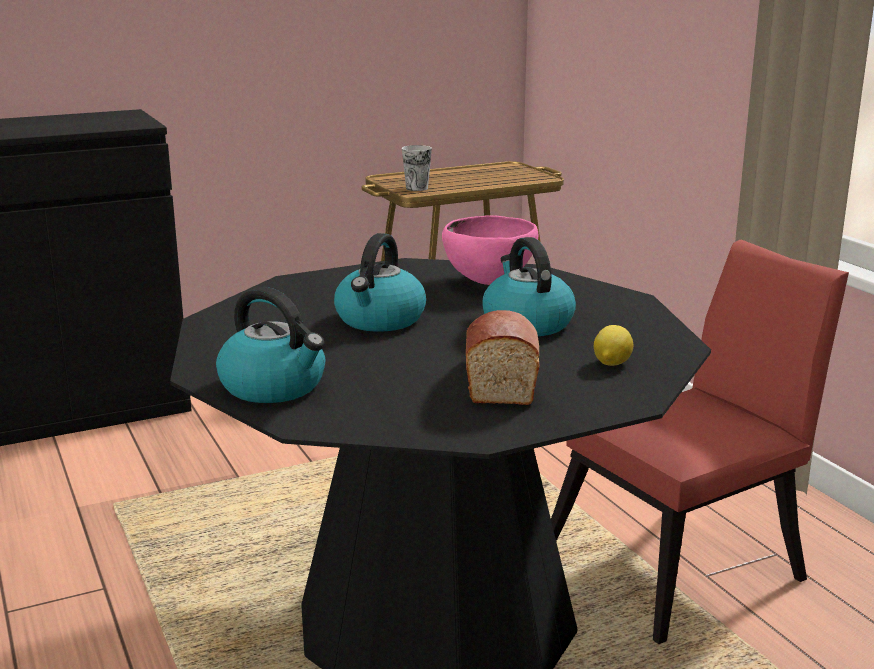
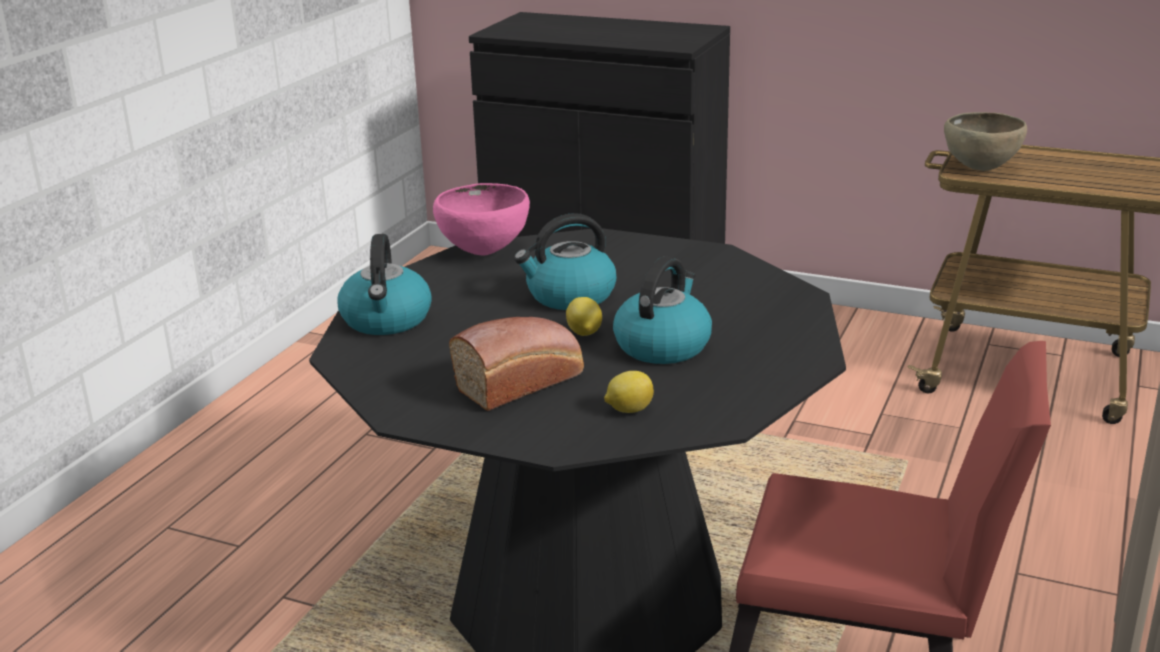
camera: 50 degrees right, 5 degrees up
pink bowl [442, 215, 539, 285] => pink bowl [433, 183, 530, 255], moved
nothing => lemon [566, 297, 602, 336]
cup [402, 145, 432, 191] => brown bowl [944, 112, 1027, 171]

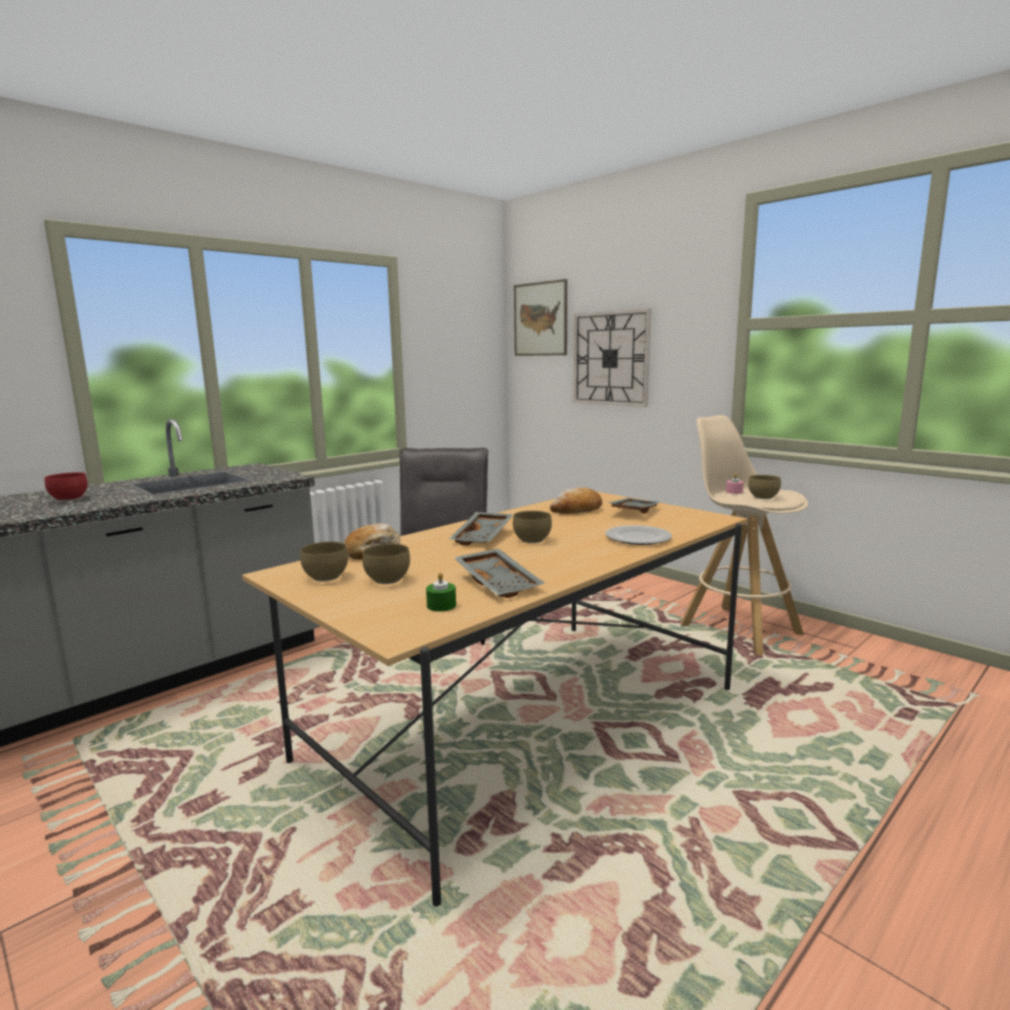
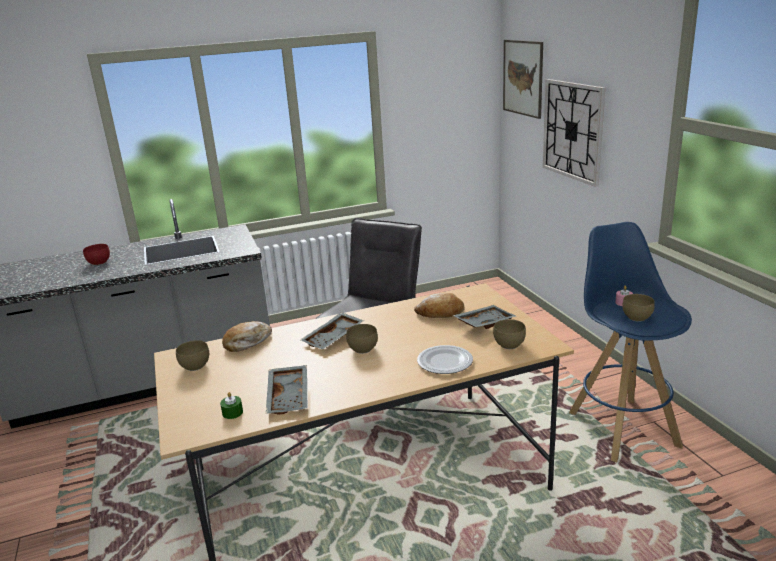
camera: 25 degrees right, 10 degrees up
brown bowl [362, 544, 410, 584] => brown bowl [493, 319, 526, 349], moved
beige stool [680, 415, 808, 655] => blue stool [569, 222, 692, 462]

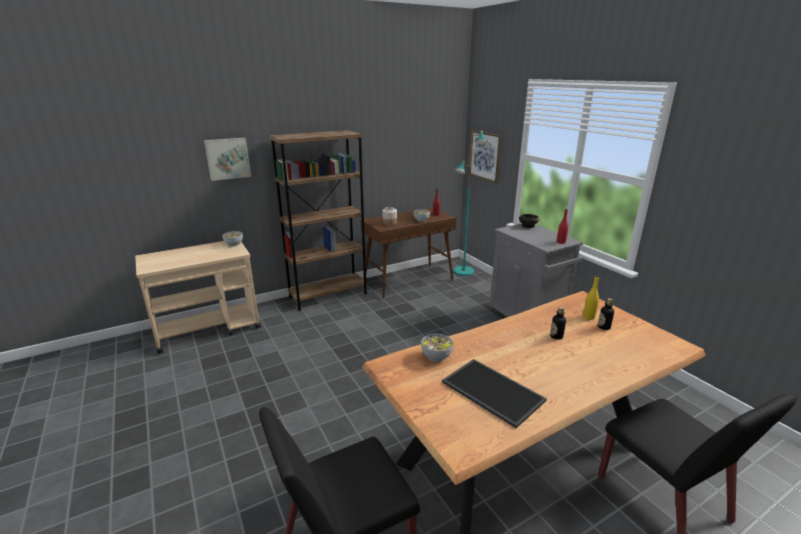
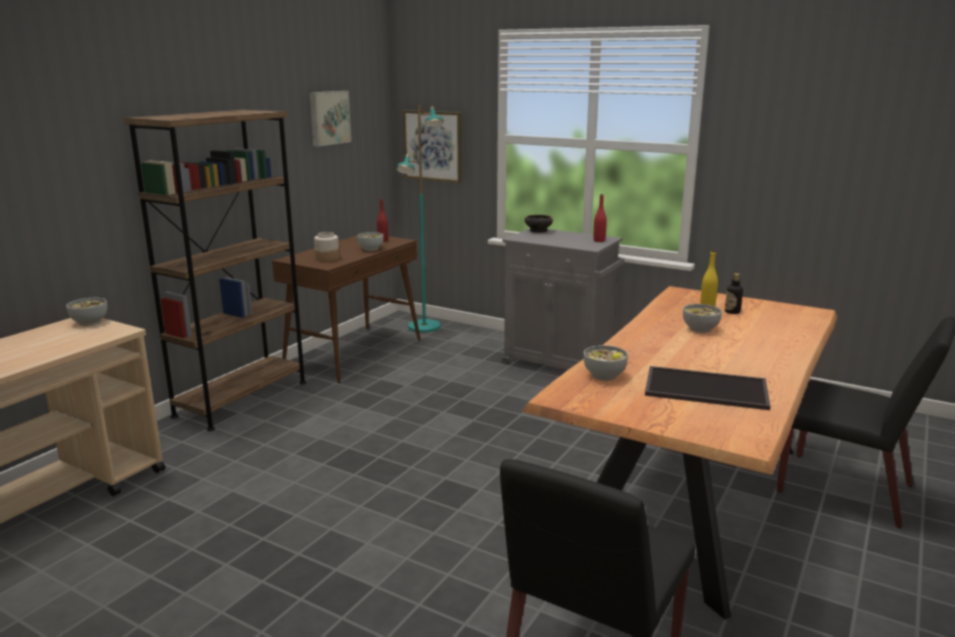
camera: 30 degrees left, 5 degrees down
picture [204, 138, 251, 181] => picture [309, 91, 351, 146], moved
bottle [550, 307, 566, 340] => bowl [683, 304, 722, 333]

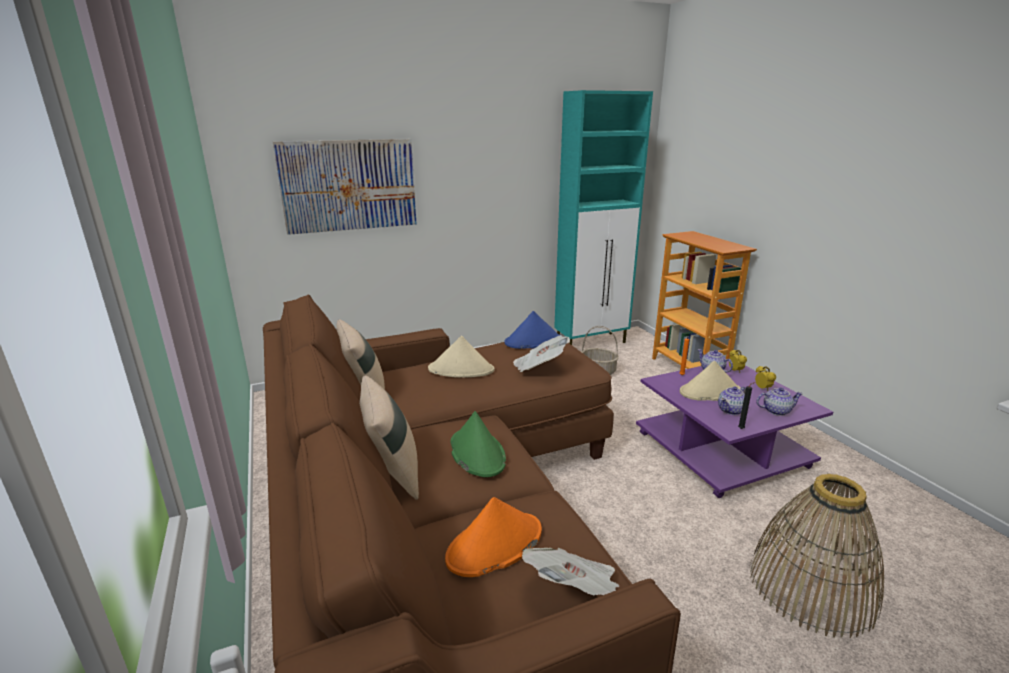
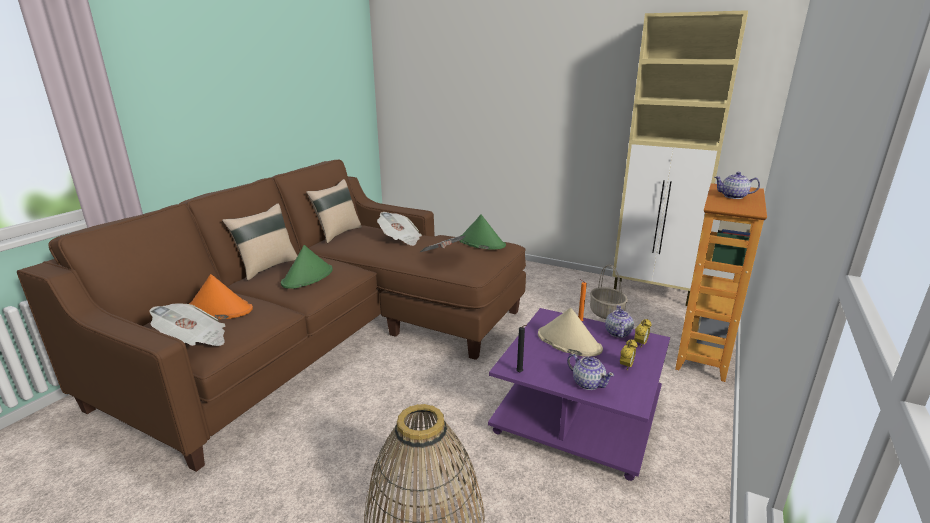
camera: 50 degrees right, 0 degrees up
beige hat [428, 336, 495, 378] => newspaper [377, 212, 422, 246]
blue hat [504, 311, 560, 349] => green hat [460, 215, 506, 250]
turquoise cabinet [554, 90, 653, 345] => beige cabinet [612, 10, 748, 306]
teapot [718, 387, 746, 415] => teapot [715, 172, 760, 199], moved
picture [273, 139, 417, 235] => nothing

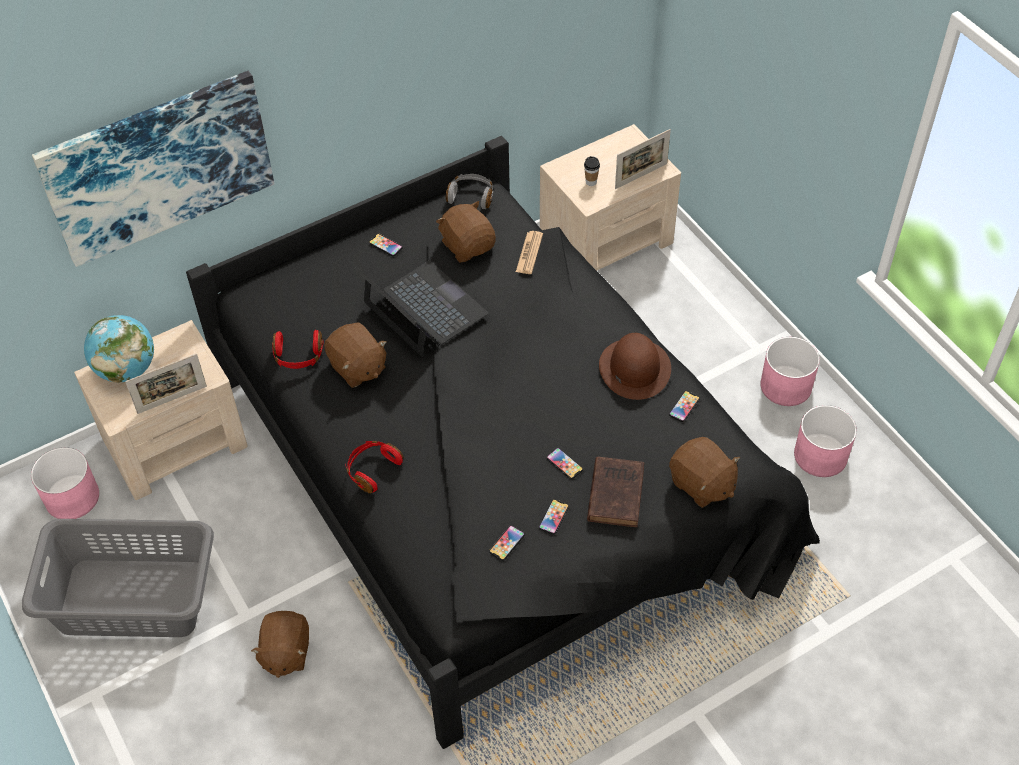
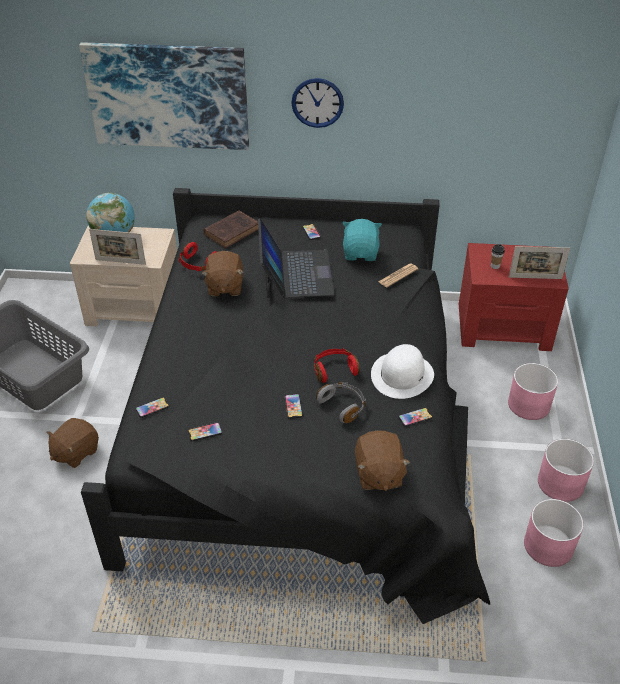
camera: 35 degrees right, 10 degrees down
phone [539, 499, 569, 535] => phone [136, 397, 169, 418], moved
brown book [587, 456, 644, 527] => brown book [204, 210, 258, 248], moved
nothing => wall clock [291, 78, 344, 128]
red headphones [345, 441, 404, 493] => red headphones [314, 348, 360, 383], moved
grey headphones [446, 174, 493, 209] => grey headphones [316, 382, 366, 424], moved
brown plush toy [436, 201, 496, 262] => turquoise plush toy [342, 219, 382, 261]
brown hat [599, 333, 671, 400] => white hat [371, 344, 434, 399]
beige nightstand [540, 124, 681, 271] => red nightstand [459, 243, 569, 351]
pink planter [31, 447, 99, 519] => pink planter [508, 363, 558, 420], moved

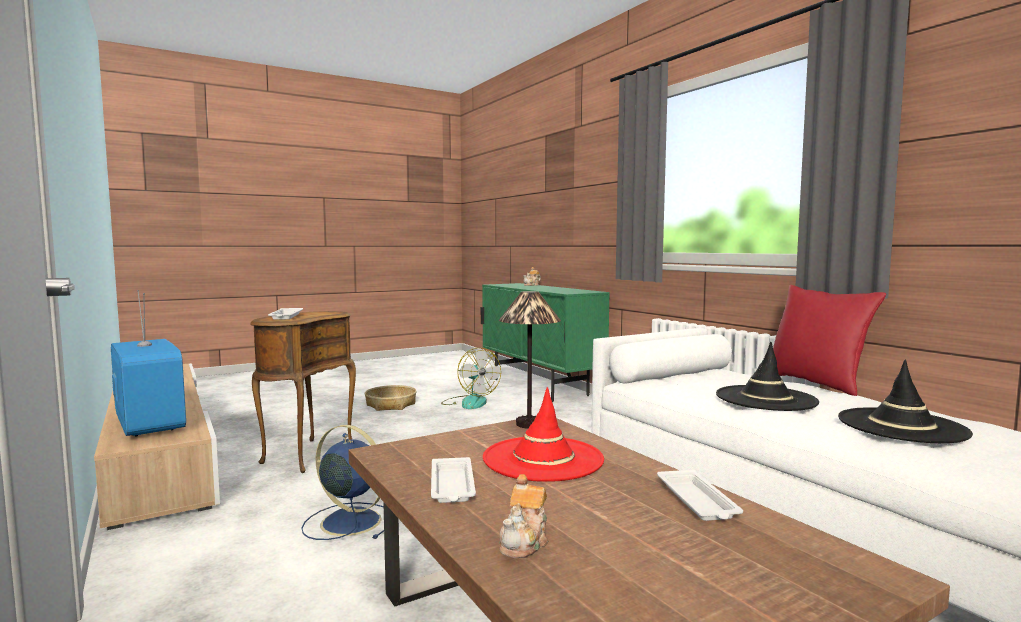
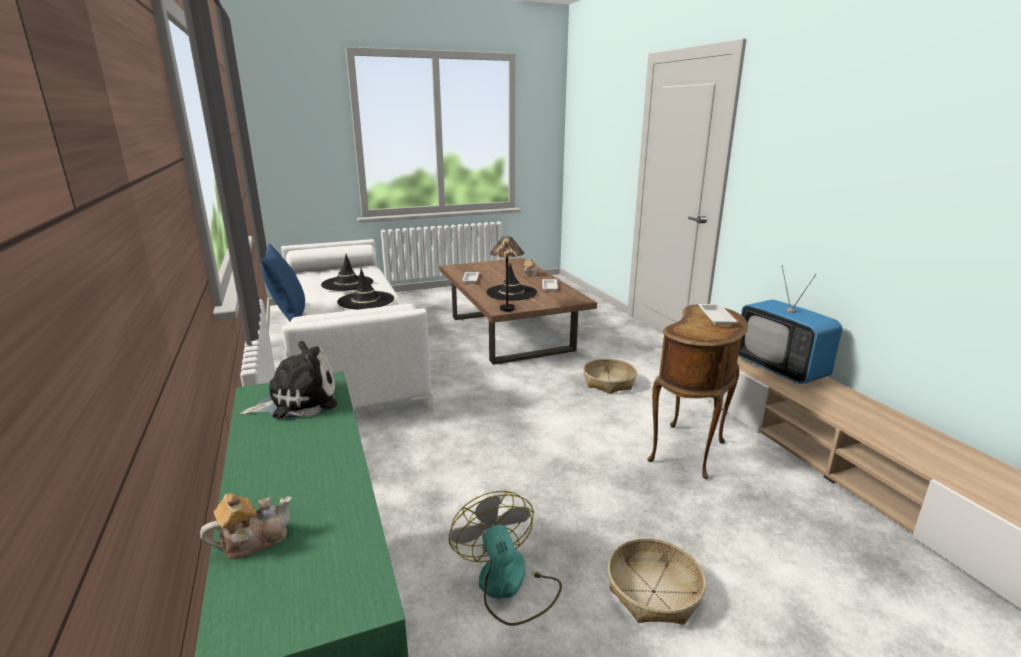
camera: 170 degrees left, 15 degrees up
nothing => plush toy [240, 341, 337, 419]
red pillow [773, 285, 886, 396] => blue pillow [261, 244, 305, 322]
red hat [483, 387, 604, 482] => black hat [486, 263, 537, 300]
blue fan [302, 425, 384, 540] => basket [583, 359, 637, 394]

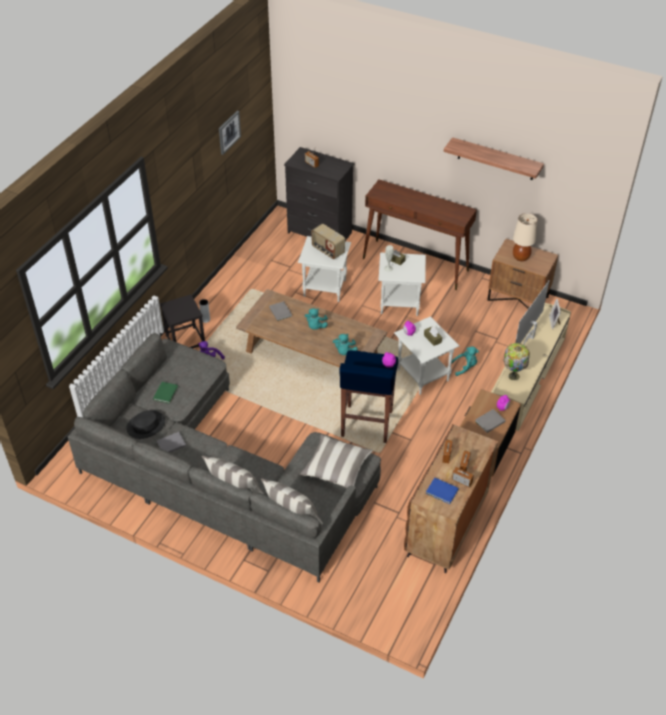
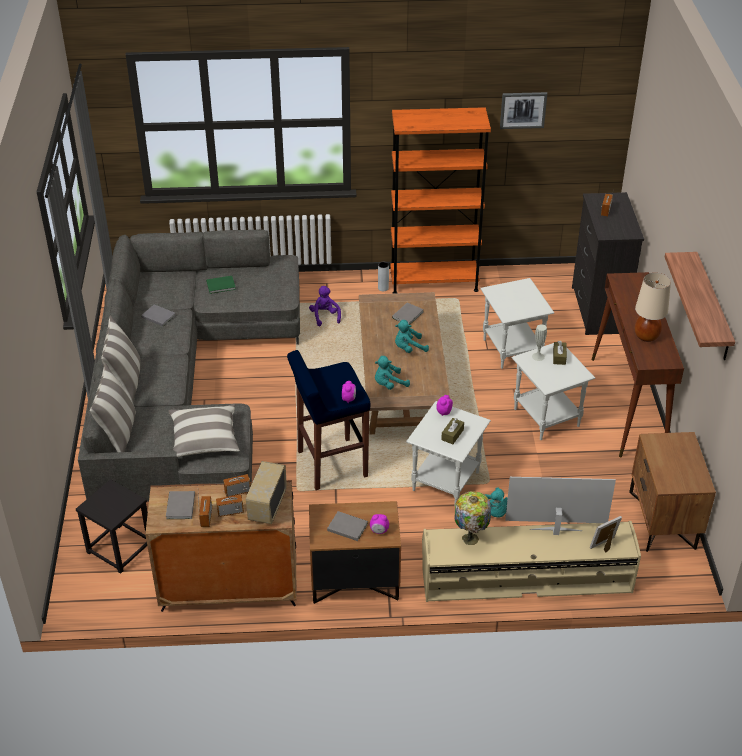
camera: 60 degrees right, 5 degrees down
black stool [160, 294, 205, 348] => black stool [76, 479, 148, 574], moved
blue book [426, 478, 459, 504] => grey book [166, 491, 195, 519]
radio [311, 224, 345, 259] => radio [246, 461, 287, 524], moved
nothing => orange bookcase [390, 107, 491, 294]
beige table lamp [513, 213, 537, 261] => beige table lamp [635, 273, 671, 342], moved
black hat [126, 410, 165, 439] => nothing

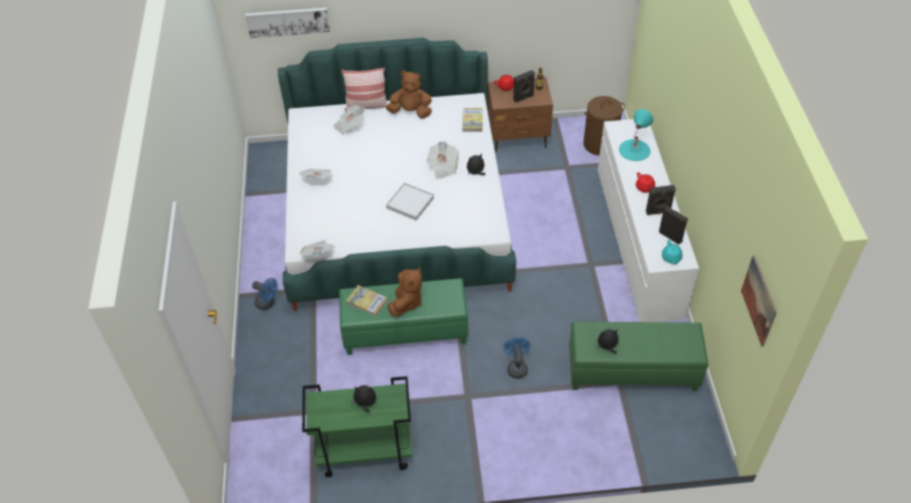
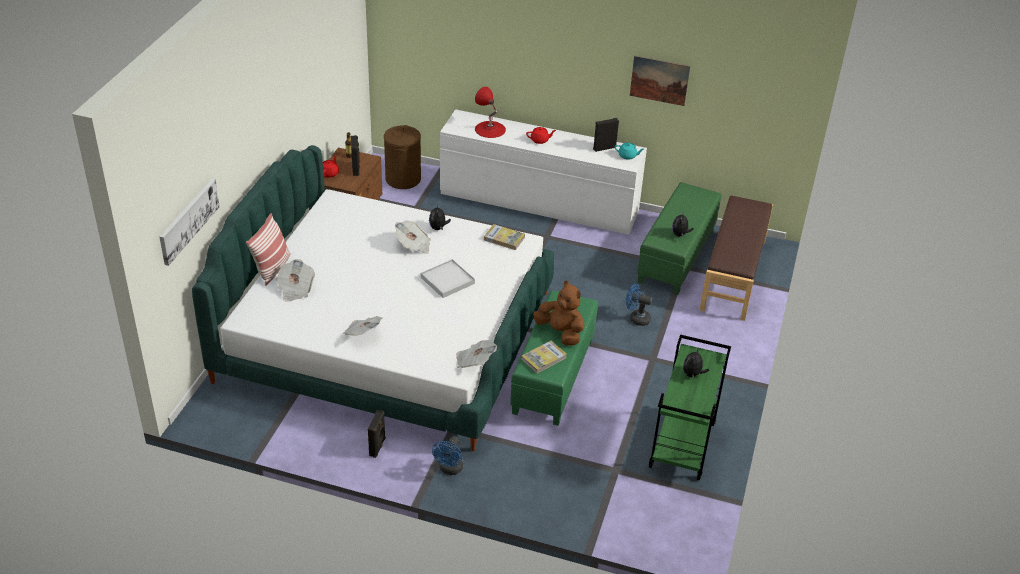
camera: 70 degrees left, 10 degrees down
black speaker [646, 185, 676, 215] => black speaker [368, 410, 386, 458], moved
blue fan [252, 278, 278, 310] => blue fan [432, 436, 463, 475], 150 degrees clockwise
turquoise table lamp [619, 109, 654, 161] => red table lamp [475, 87, 506, 138]
book [462, 108, 483, 132] => book [484, 224, 525, 250], moved
picture [741, 256, 777, 347] => picture [630, 55, 690, 106], moved
nothing => brown bench [699, 195, 773, 321]
brown plush toy [386, 70, 432, 119] => nothing

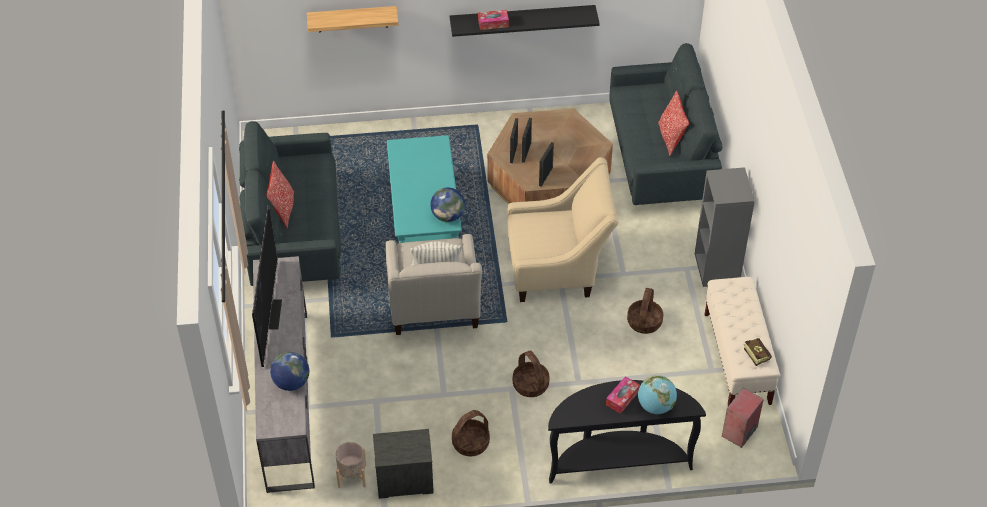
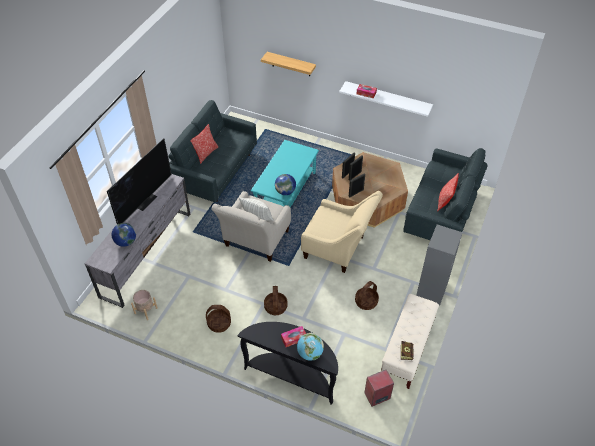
camera: 30 degrees right, 0 degrees up
black shelf [450, 5, 600, 37] => white shelf [339, 81, 433, 117]
nightstand [373, 429, 434, 499] => nothing

